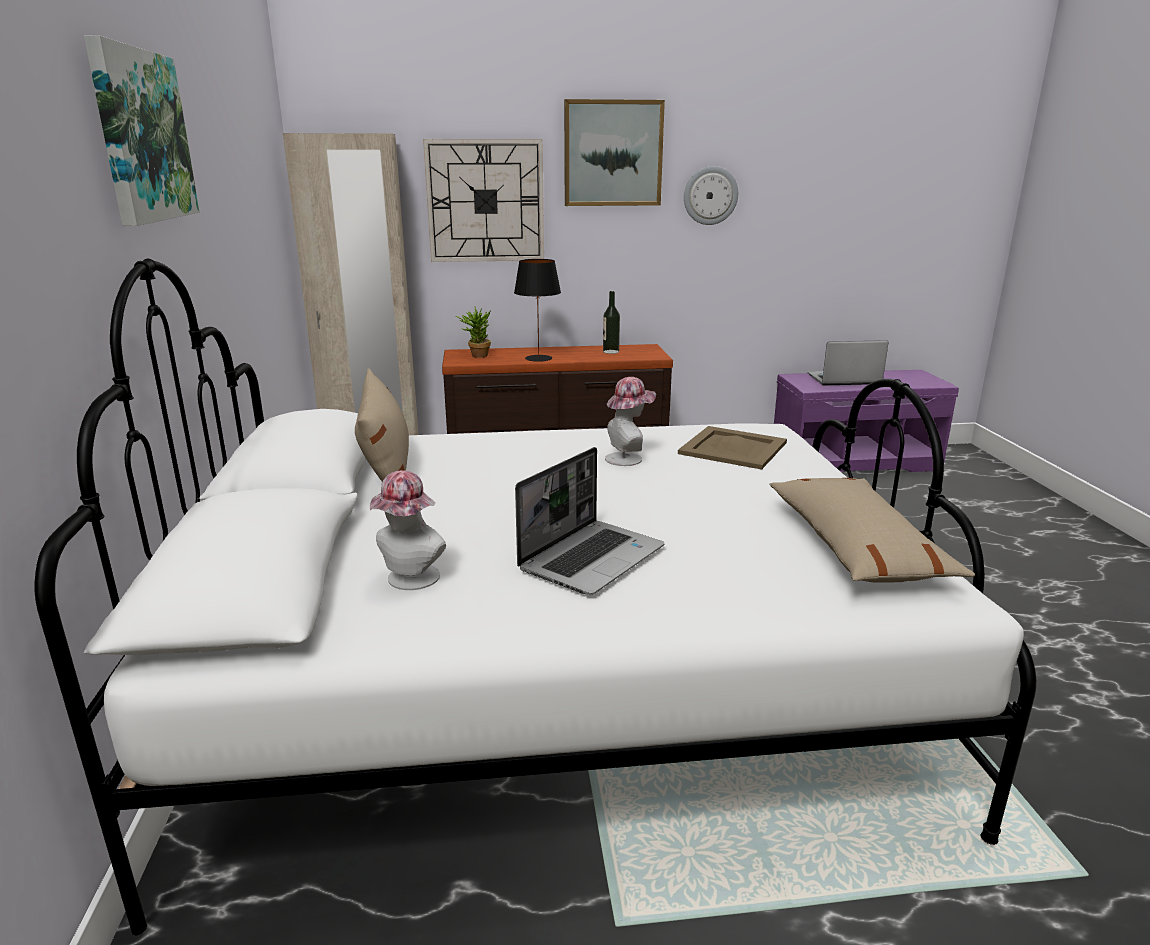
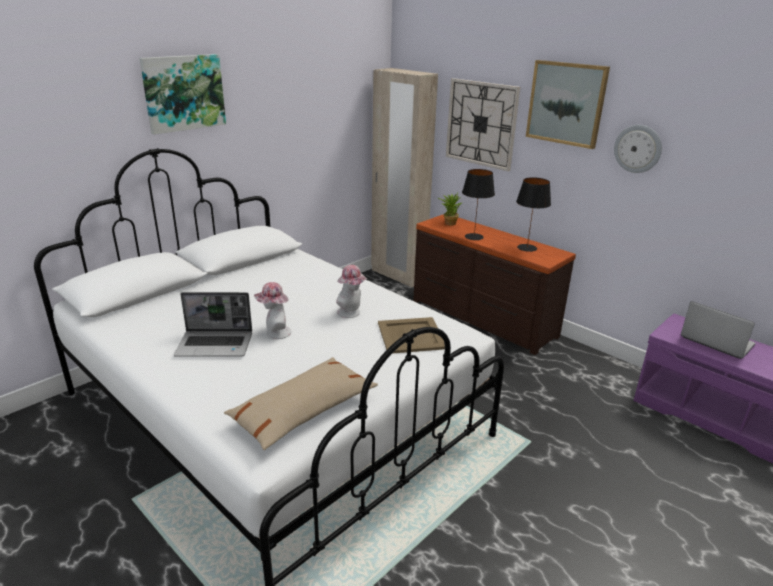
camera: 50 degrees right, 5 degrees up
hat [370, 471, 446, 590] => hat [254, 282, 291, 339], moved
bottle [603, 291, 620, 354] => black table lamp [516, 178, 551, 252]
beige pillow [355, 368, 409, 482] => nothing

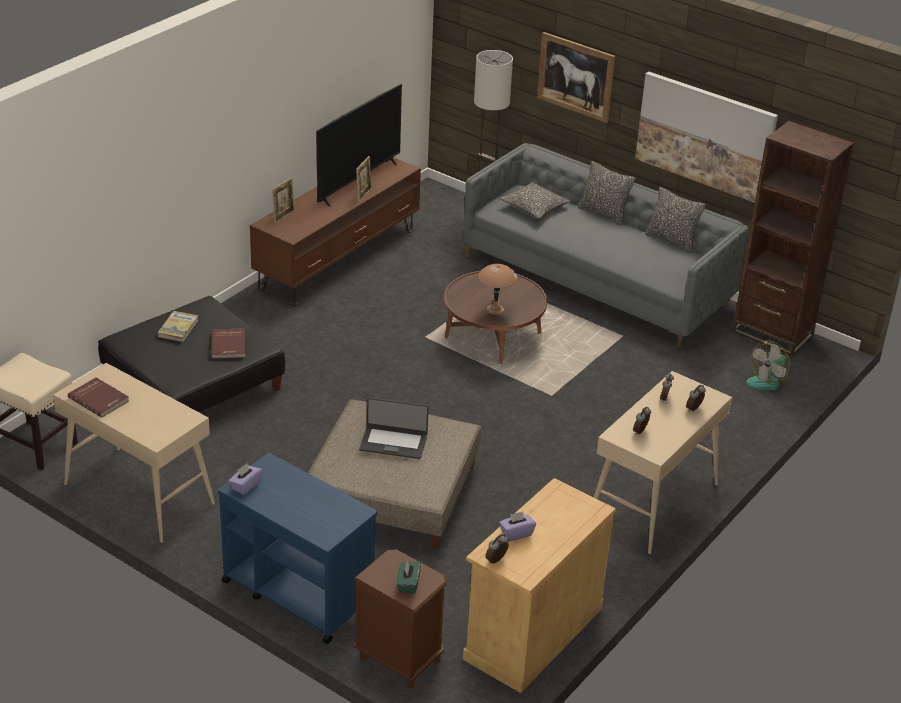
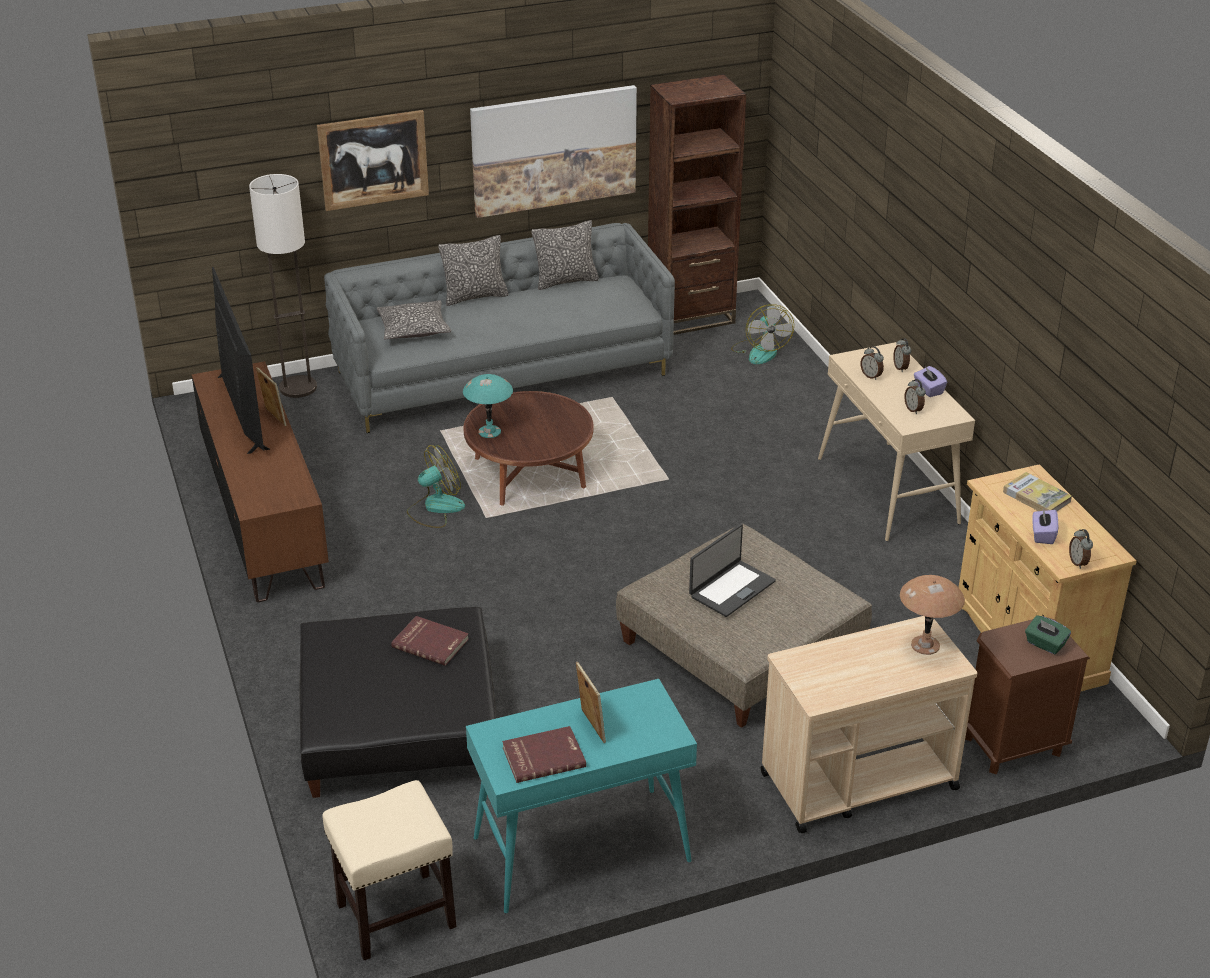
camera: 55 degrees left, 0 degrees up
nothing => fan [407, 445, 465, 528]
nothing => turquoise table lamp [463, 374, 513, 438]
beige console table [53, 363, 215, 543] => turquoise console table [466, 679, 697, 913]
picture frame [272, 178, 295, 223] => picture frame [576, 662, 606, 743], moved
blue cart [218, 453, 377, 644] => beige cart [760, 616, 978, 833]
brown table lamp [478, 264, 518, 315] => brown table lamp [900, 575, 965, 655], moved
purple tissue box [228, 463, 263, 495] => purple tissue box [914, 366, 947, 397], moved
book [158, 311, 198, 342] => book [1003, 472, 1072, 511], moved

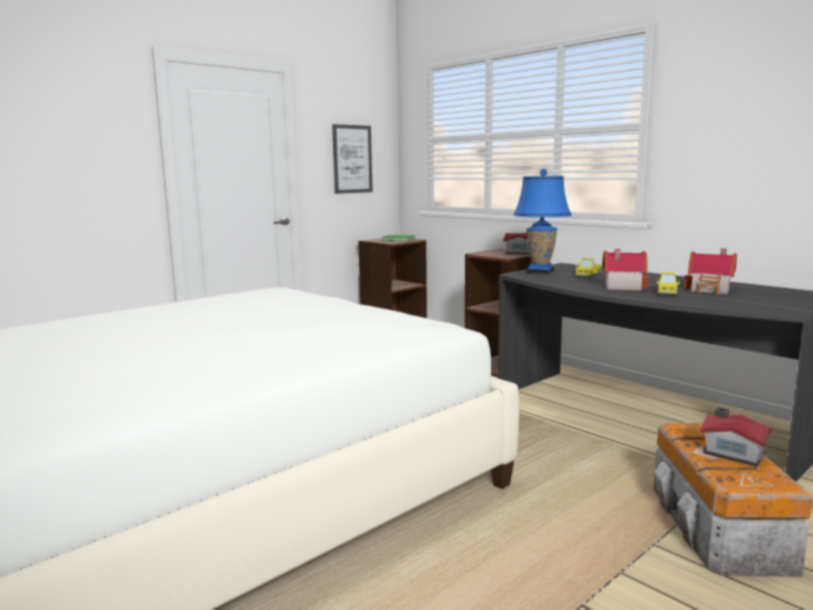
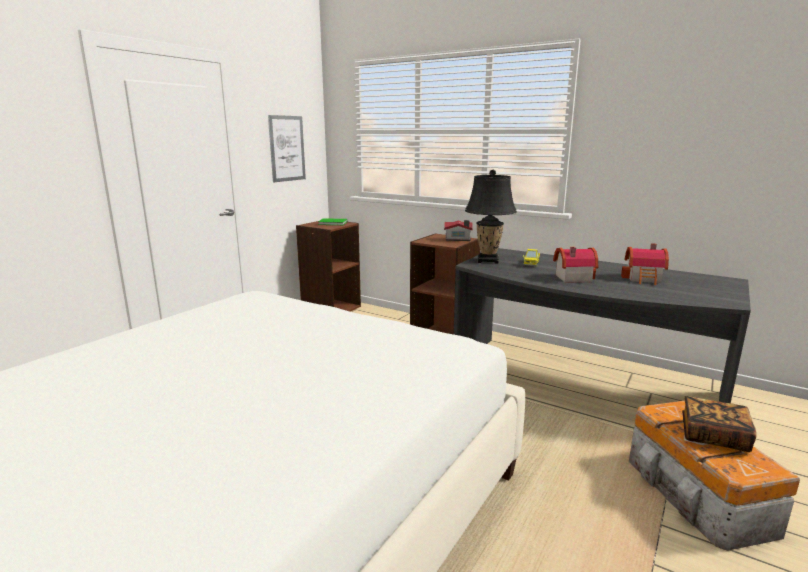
camera: 15 degrees left, 5 degrees up
blue table lamp [513, 169, 571, 274] => black table lamp [465, 170, 517, 264]
toy house [700, 407, 773, 467] => book [682, 396, 756, 452]
toy truck [656, 272, 680, 295] => nothing

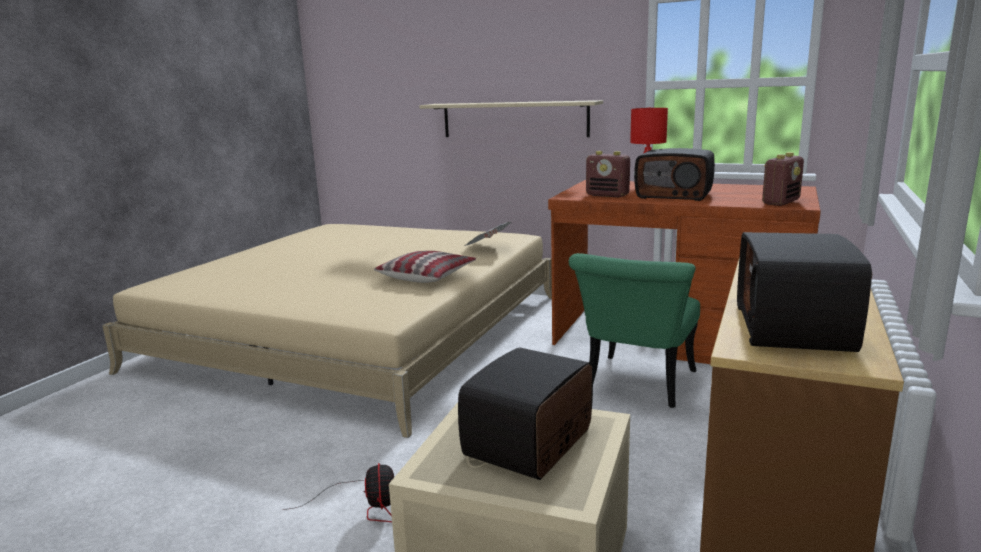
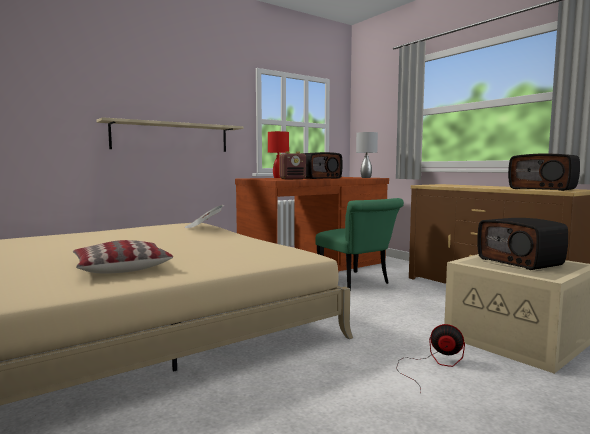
camera: 60 degrees left, 10 degrees down
pillow [374, 251, 476, 283] => pillow [73, 240, 173, 274], moved
radio [762, 152, 804, 206] => grey table lamp [356, 132, 378, 178]

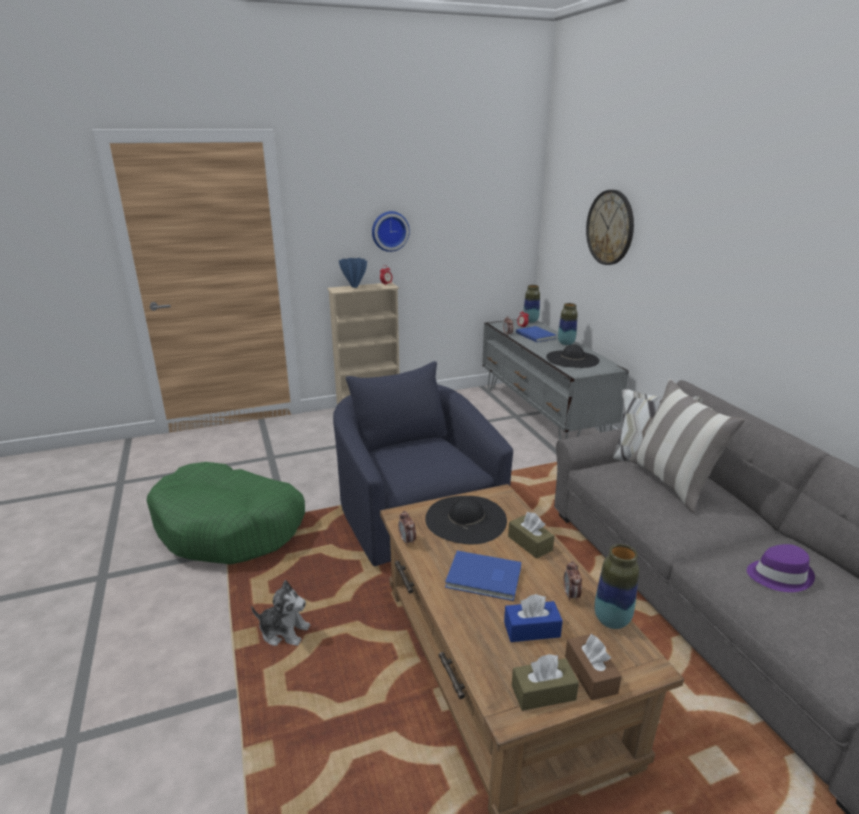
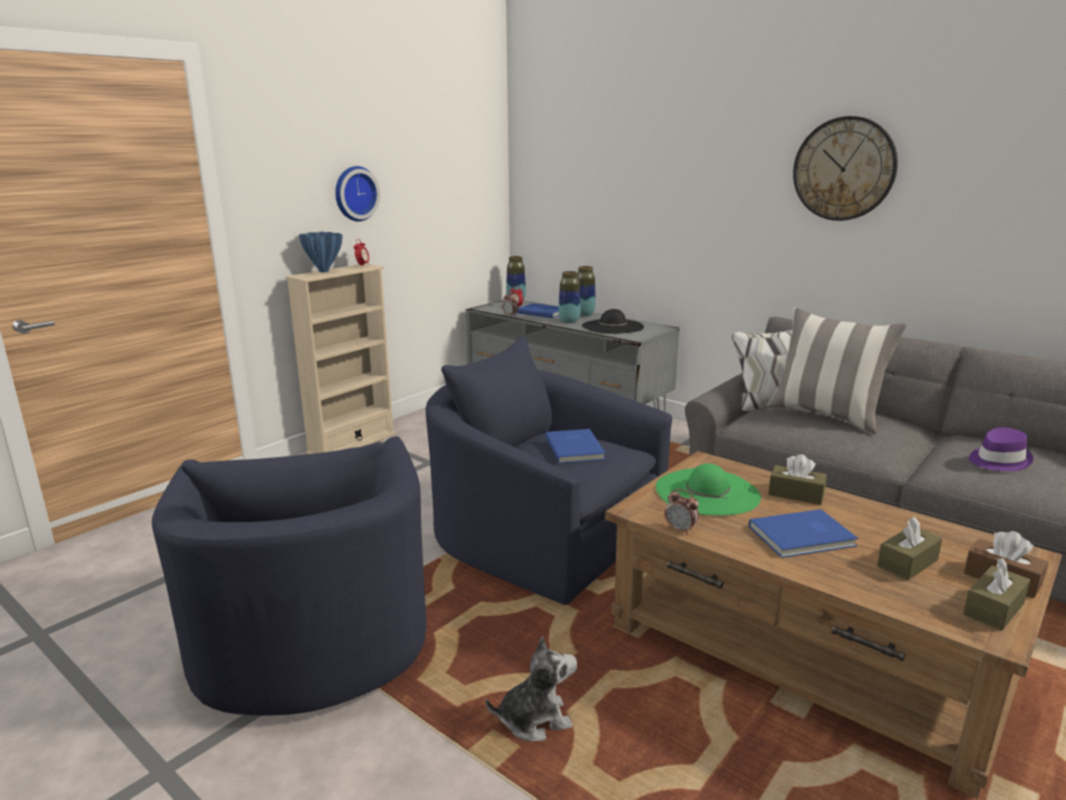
camera: 30 degrees left, 5 degrees down
green dog bed [147, 462, 305, 564] => blue armchair [152, 436, 427, 715]
nothing => blue book [545, 429, 606, 463]
vase [594, 544, 639, 629] => vase [558, 271, 580, 323], moved
black hat [425, 496, 507, 544] => green hat [656, 463, 761, 515]
wall clock [586, 190, 634, 265] => wall clock [793, 116, 898, 221], moved
blue tissue box [504, 594, 563, 642] => brown tissue box [877, 517, 942, 580]
alarm clock [564, 561, 582, 602] => nothing

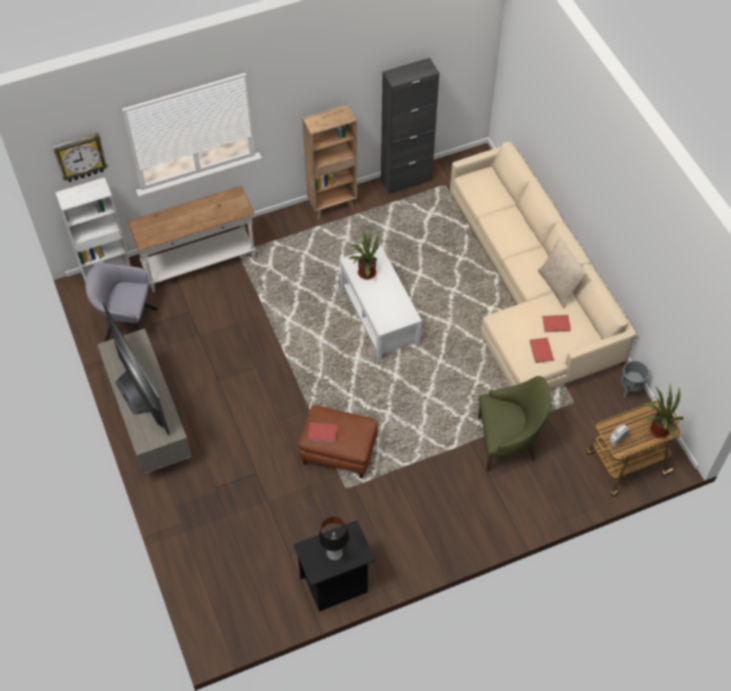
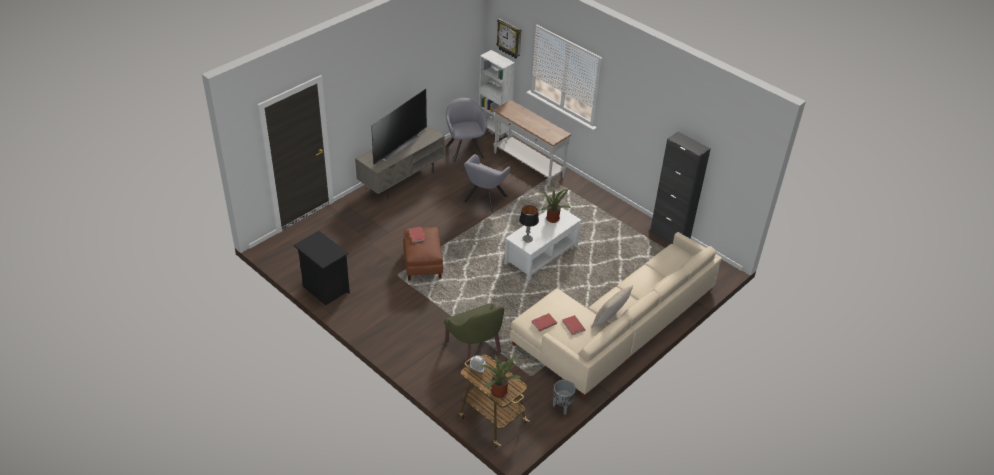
camera: 65 degrees right, 15 degrees down
nothing => grey armchair [464, 154, 510, 214]
table lamp [318, 517, 349, 560] => table lamp [519, 205, 539, 243], moved
brown bookcase [302, 104, 357, 220] => nothing

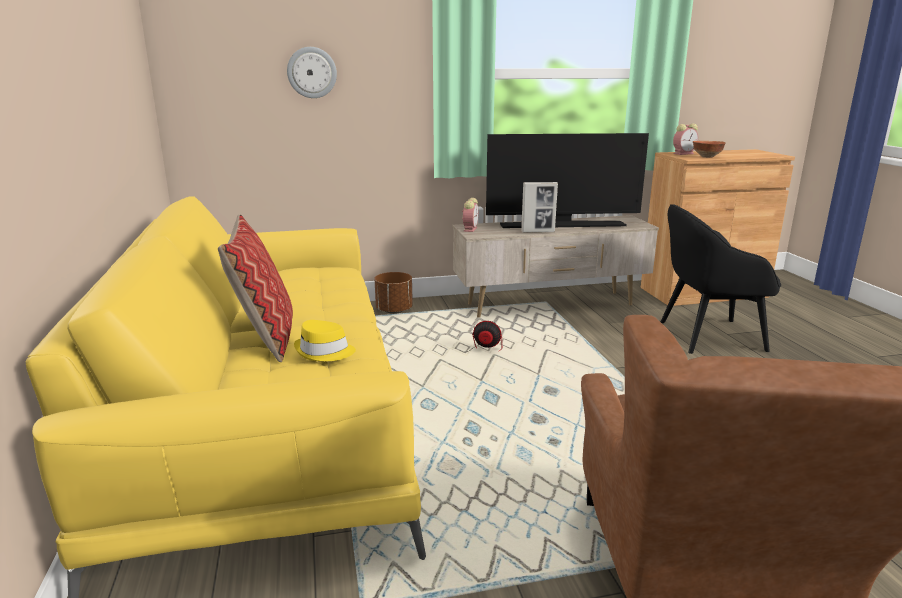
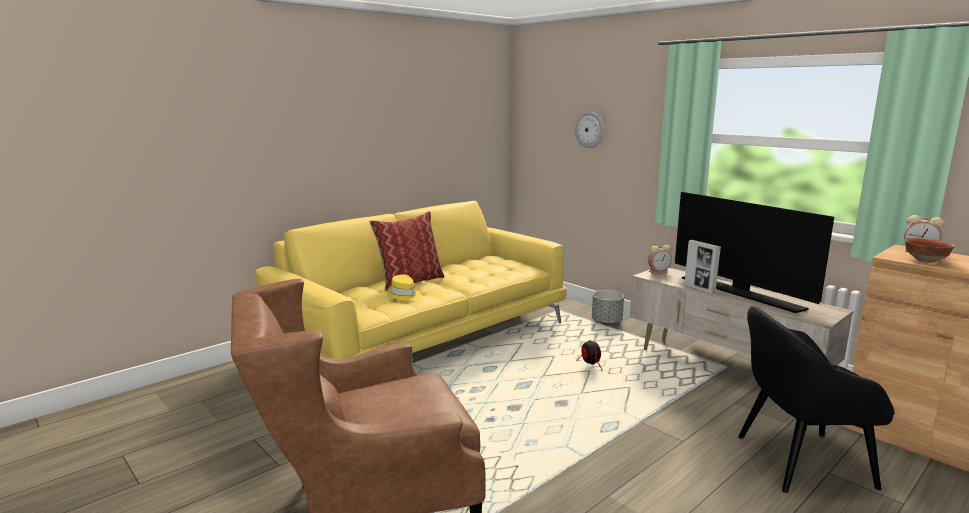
camera: 60 degrees right, 5 degrees down
brown planter [375, 272, 413, 314] => grey planter [592, 290, 624, 325]
black armchair [661, 204, 781, 354] => black armchair [738, 306, 895, 493], 60 degrees counterclockwise

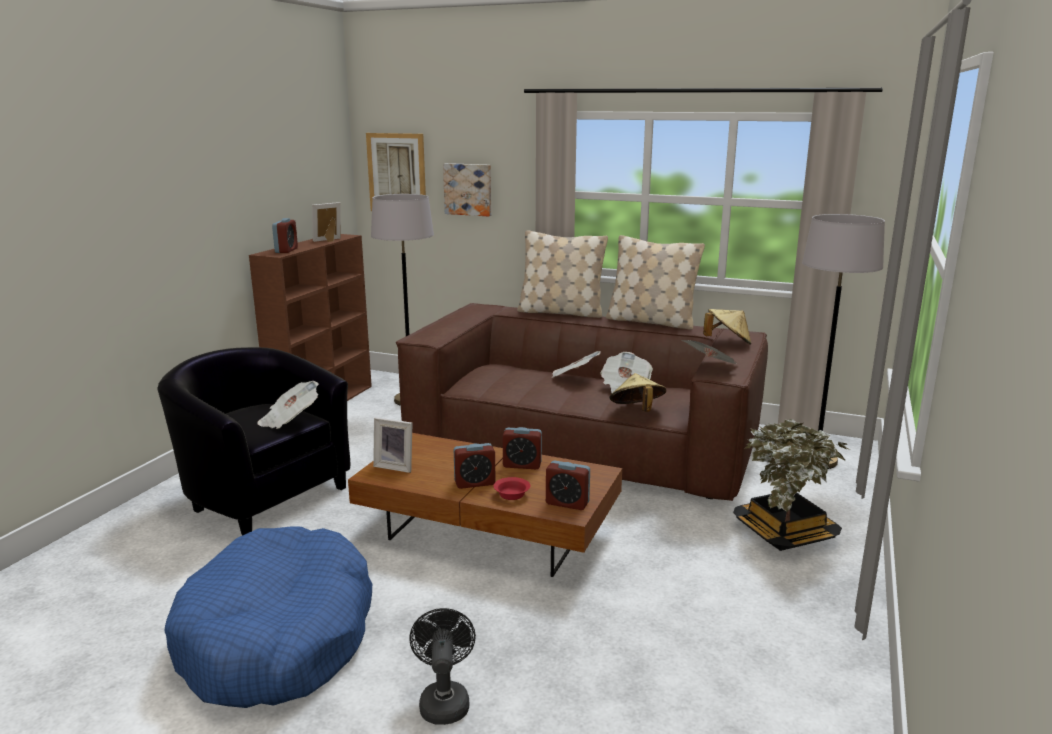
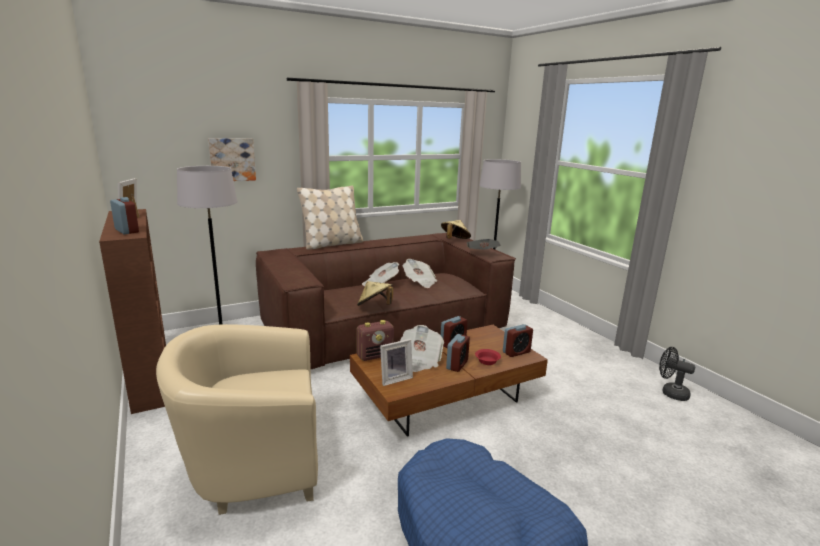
camera: 50 degrees left, 0 degrees up
black armchair [157, 347, 350, 536] => beige armchair [156, 324, 318, 515]
beige hat [610, 373, 666, 412] => beige hat [357, 281, 393, 306], moved
nothing => radio [357, 320, 394, 361]
newspaper [257, 381, 319, 429] => newspaper [400, 325, 444, 372], moved
black fan [409, 608, 476, 725] => black fan [659, 347, 695, 401], moved
picture [366, 133, 426, 211] => nothing
beige pillow [606, 235, 705, 330] => nothing
potted plant [733, 419, 850, 551] => nothing

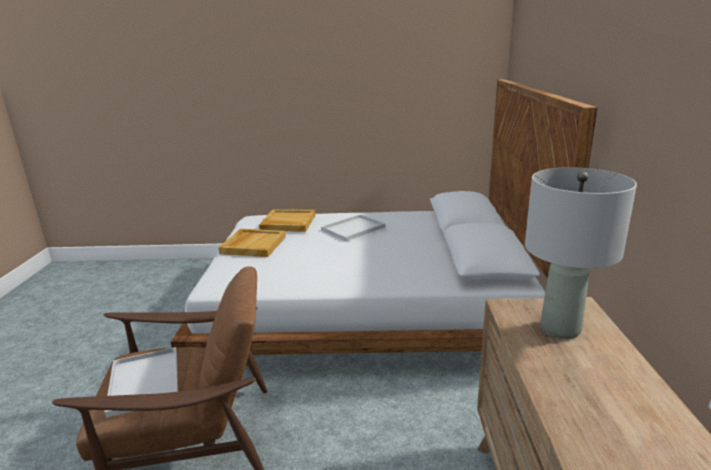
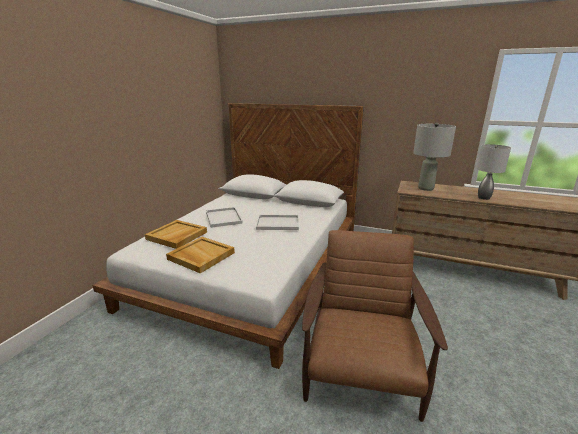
camera: 70 degrees left, 0 degrees up
white tray [105, 347, 178, 418] => white tray [256, 215, 299, 230], moved
nothing => grey table lamp [477, 144, 511, 200]

